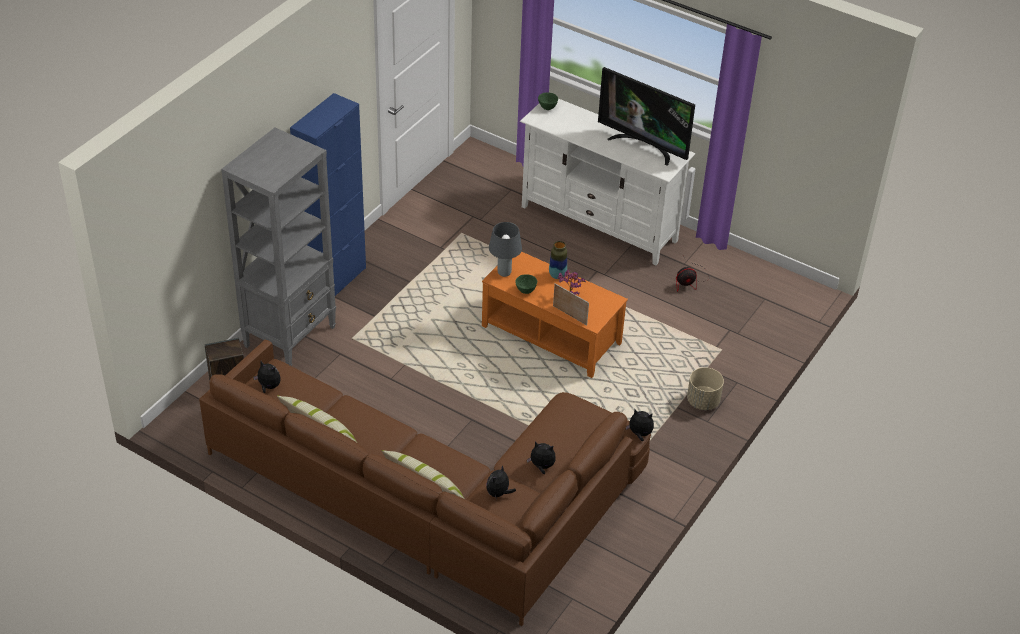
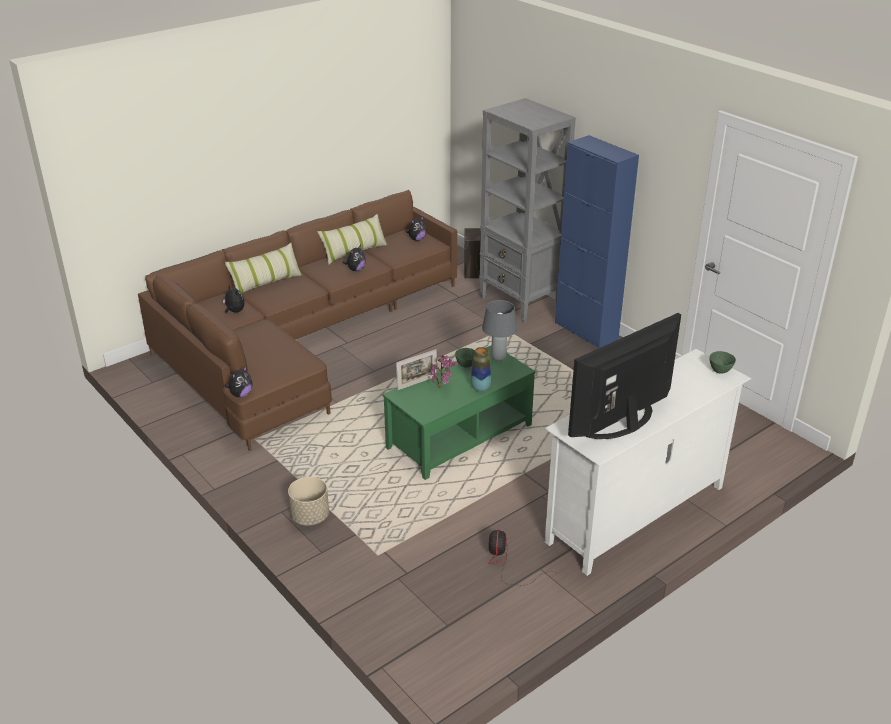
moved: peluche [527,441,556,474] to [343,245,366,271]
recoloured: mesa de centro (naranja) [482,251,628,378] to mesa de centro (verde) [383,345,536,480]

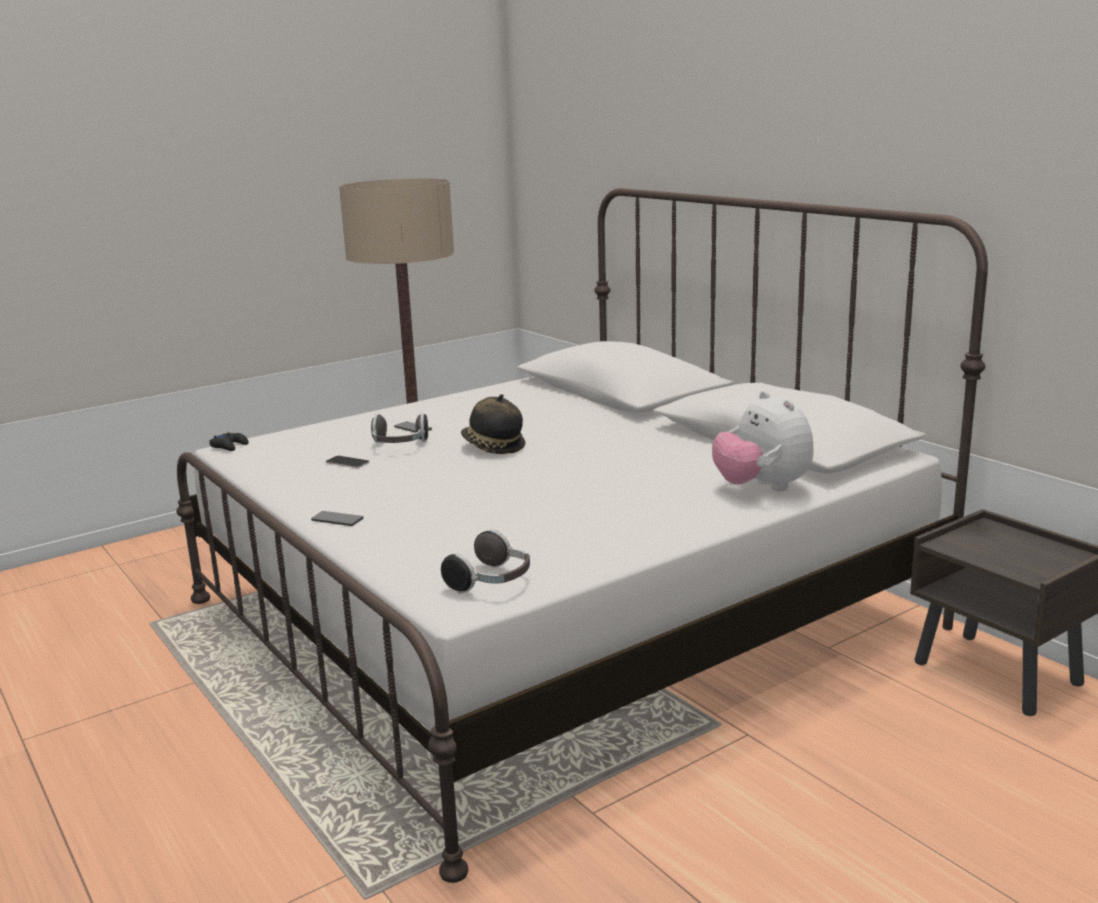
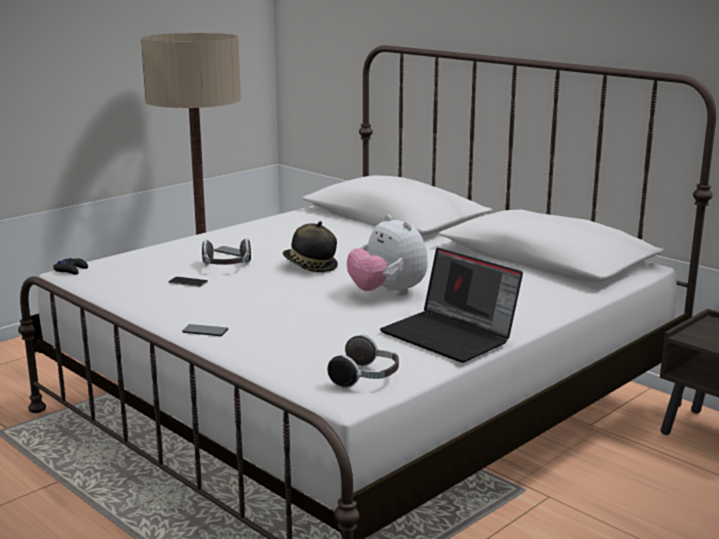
added: portátil [380,247,523,363]
moved: peluche [712,391,814,491] to [347,215,428,296]

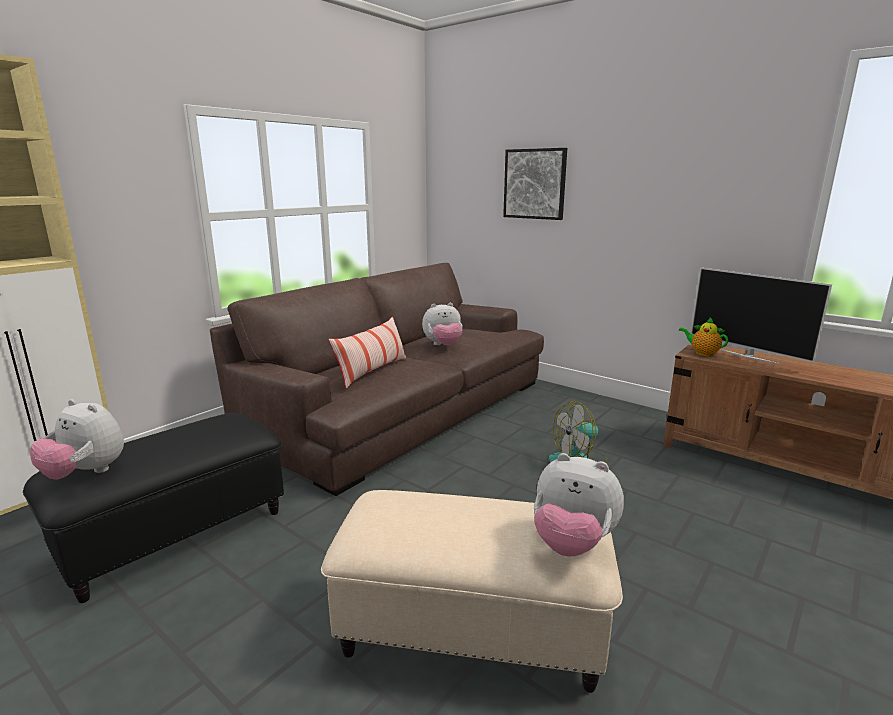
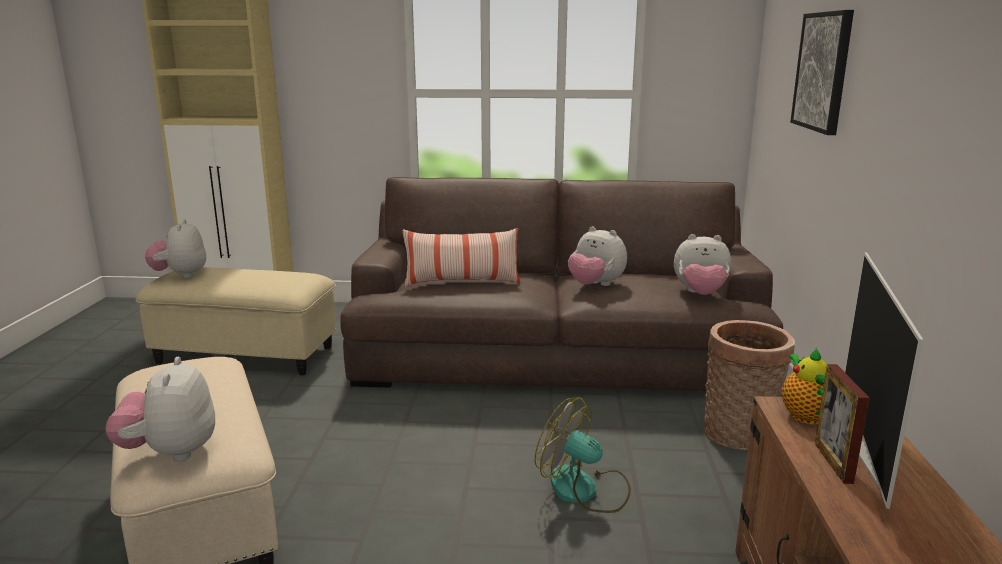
added: peluche [674,234,731,295]; cesta [704,320,795,450]; portarretratos [815,364,869,484]
recoloured: puf (negro) [23,413,284,603] to puf (beis) [136,267,336,376]

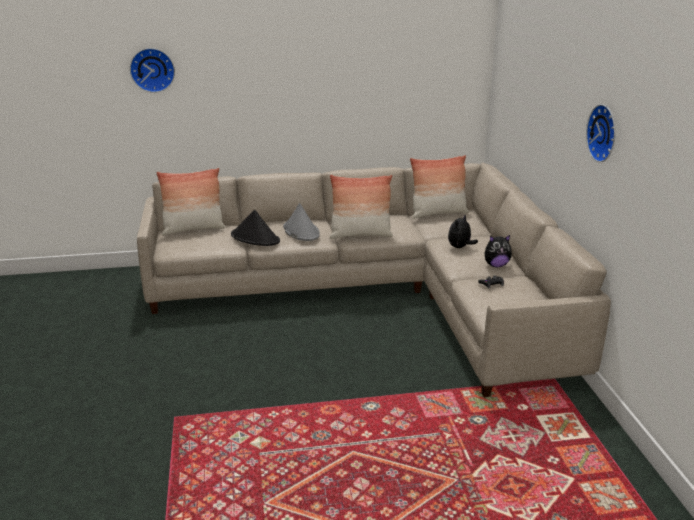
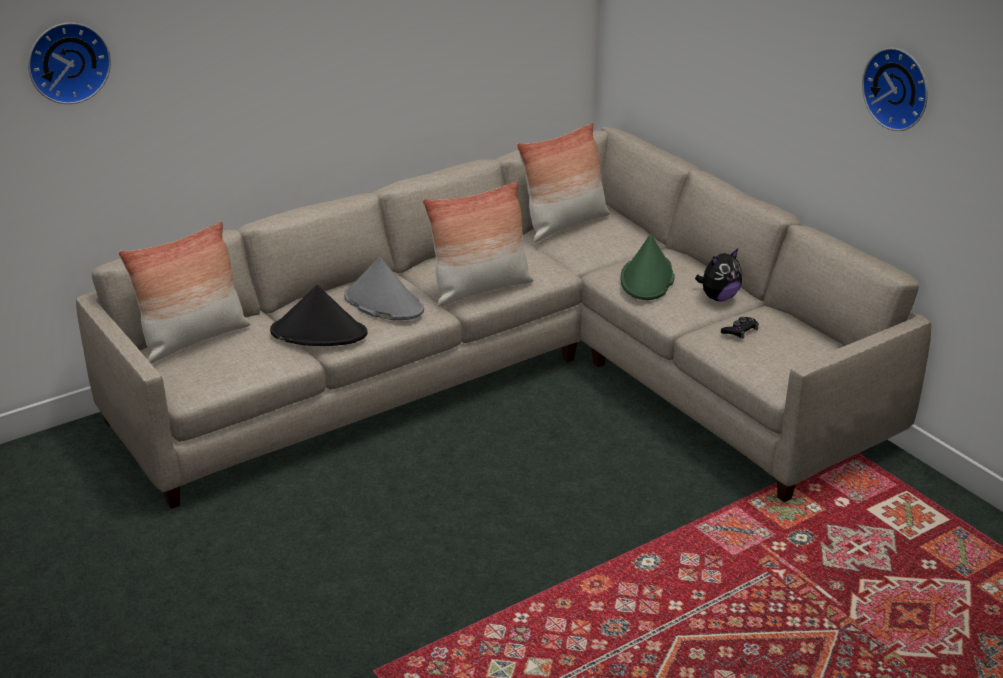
replaced: peluche [448,215,478,248] to sombrero (verde) [621,234,675,300]

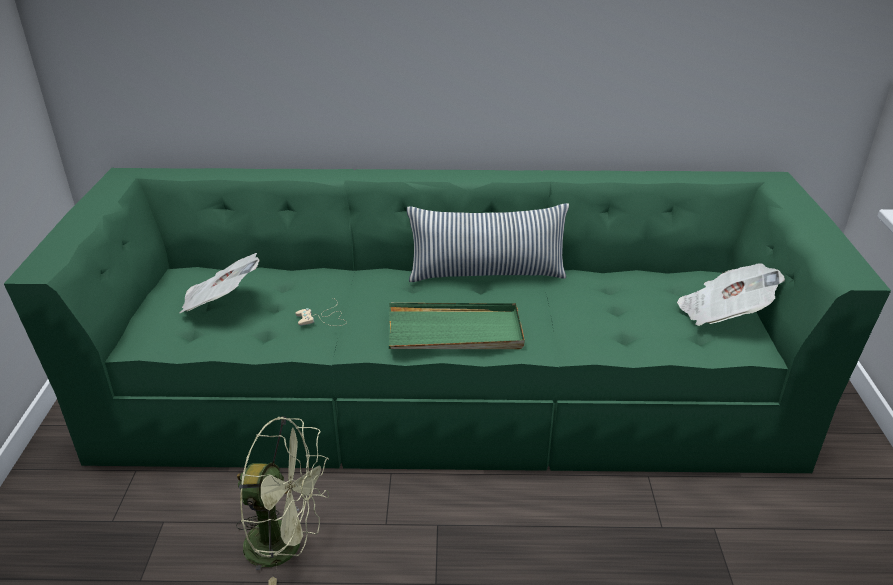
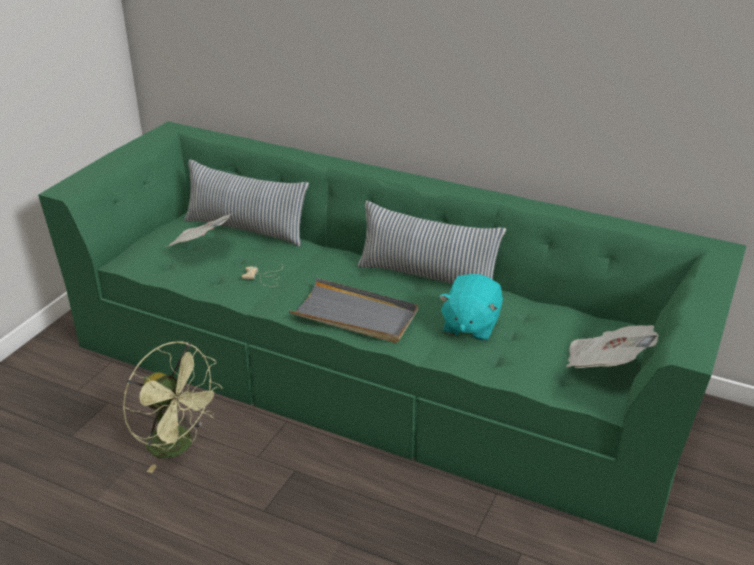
added: cojín [184,159,309,247]; peluche (turquesa) [439,274,503,341]
recoloured: bandeja (verde) [389,303,525,349] to bandeja (gris) [289,278,418,343]

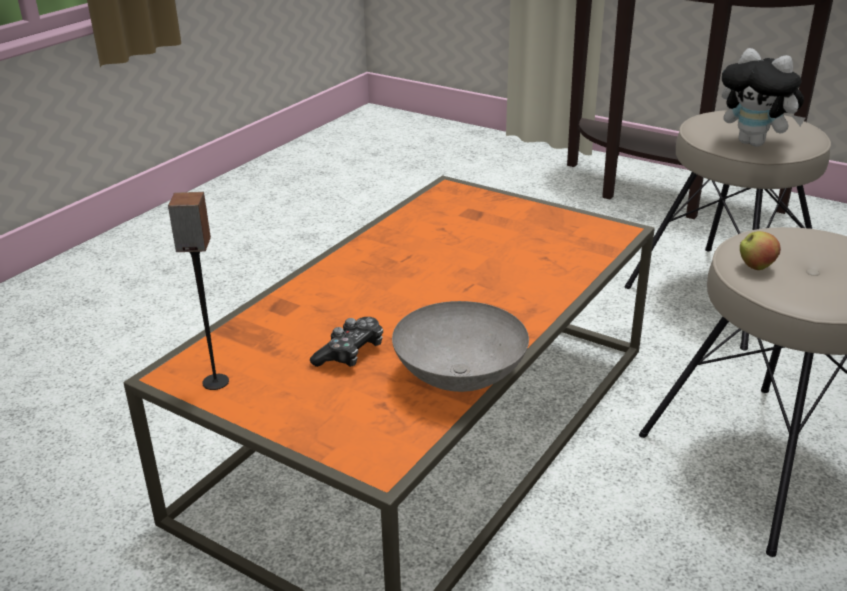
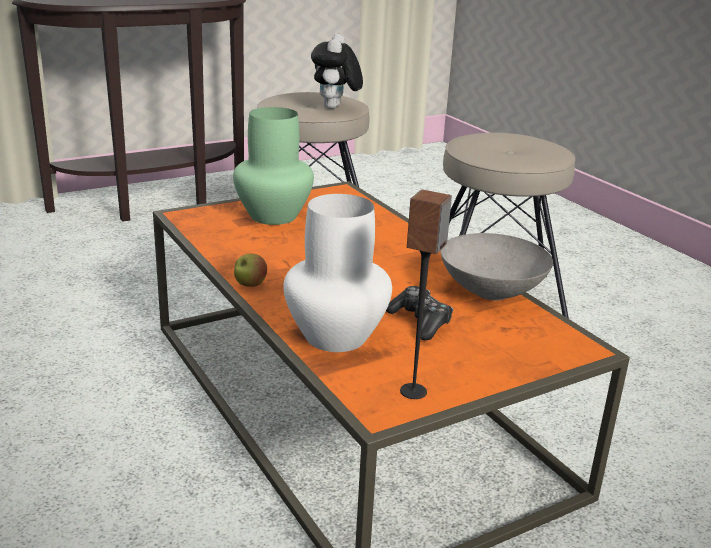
added: florero (verde) [233,107,314,225]; florero (blanco) [283,194,392,352]
moved: manzana [740,231,781,270] to [234,253,267,287]
turned: peluche [722,48,805,147] = [311,34,363,109] 120 degrees clockwise

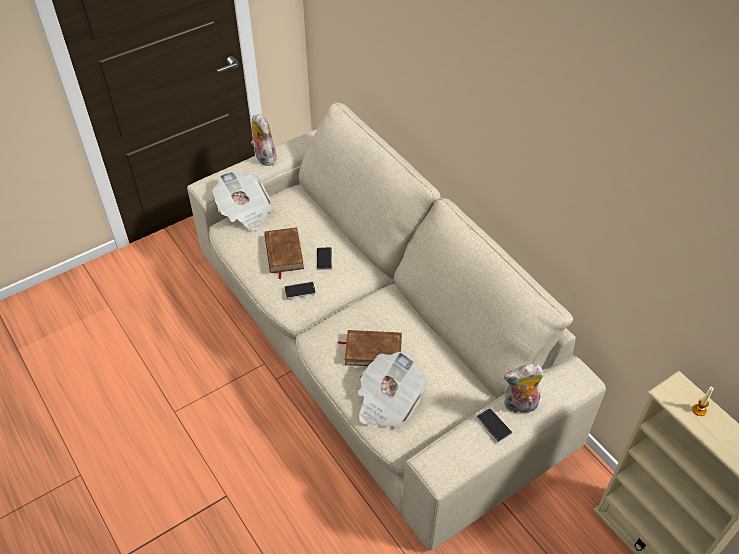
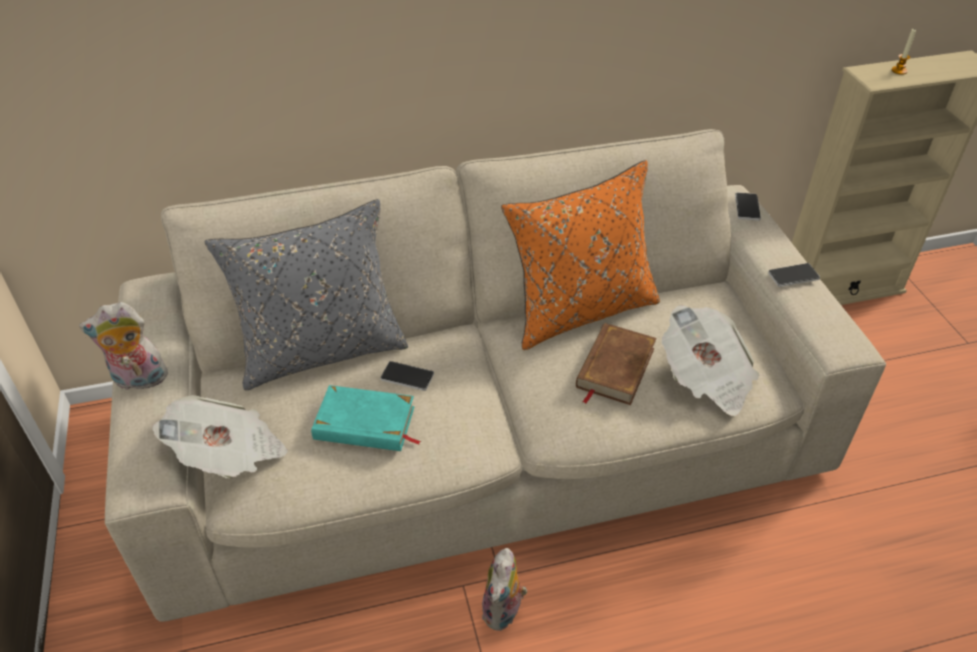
added: cojín (naranja) [501,160,660,350]; cojín (gris) [205,199,408,391]
moved: móvil [284,282,316,299] to [735,192,761,221]; peluche [504,364,544,413] to [482,548,527,631]
recoloured: libro (marrón) [265,227,304,279] to libro (turquesa) [311,385,421,451]

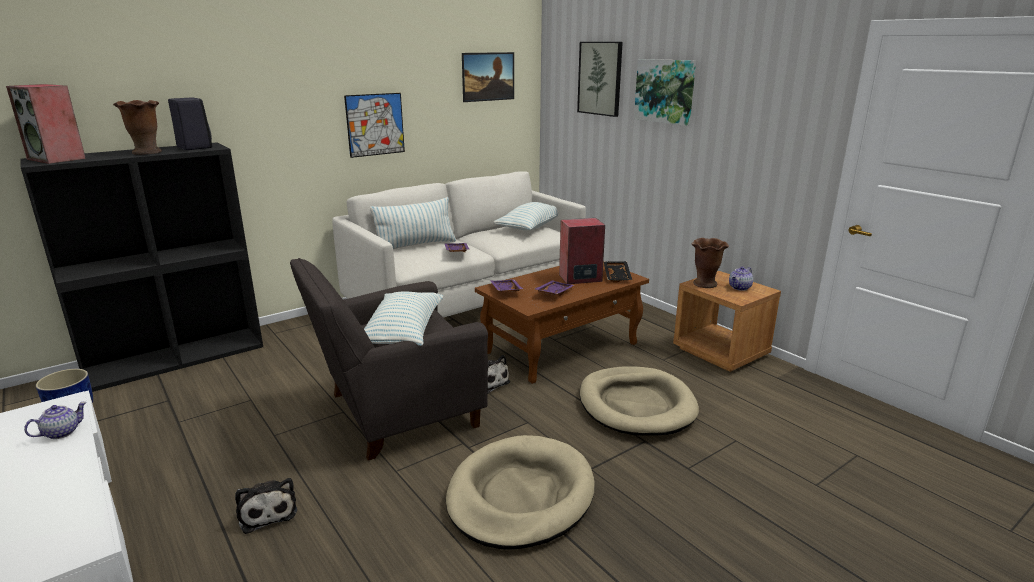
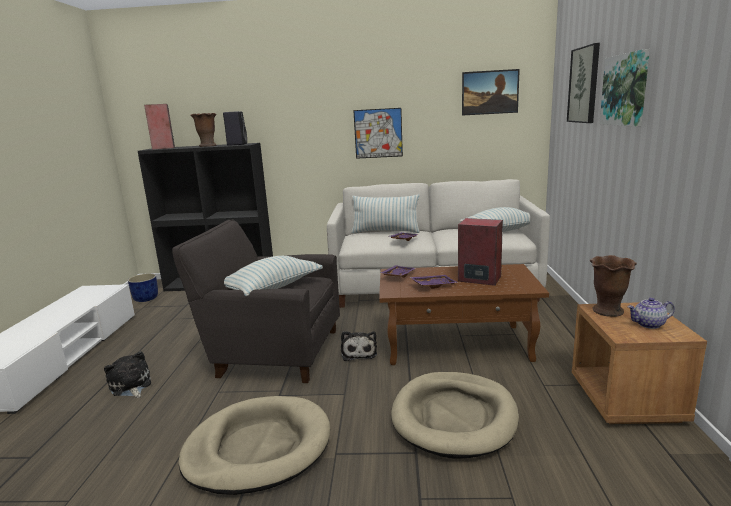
removed: bandeja (negro) [604,261,632,282]; tetera [24,402,87,439]
turned: peluche [235,478,297,534] = [104,351,151,398] 135 degrees clockwise

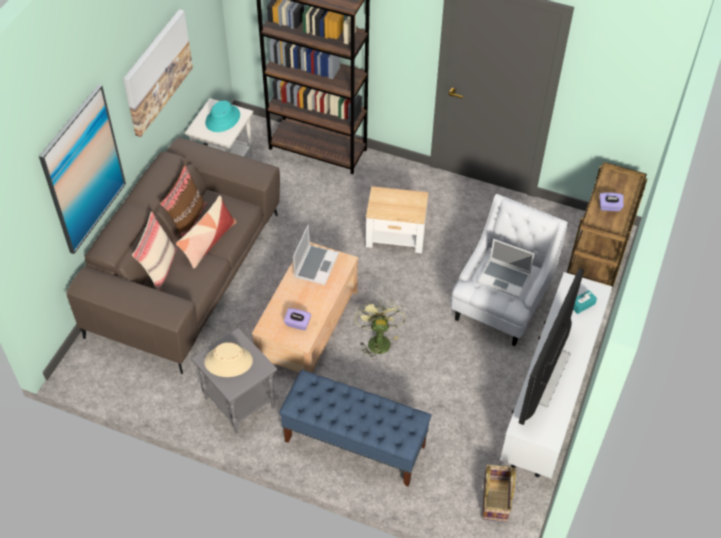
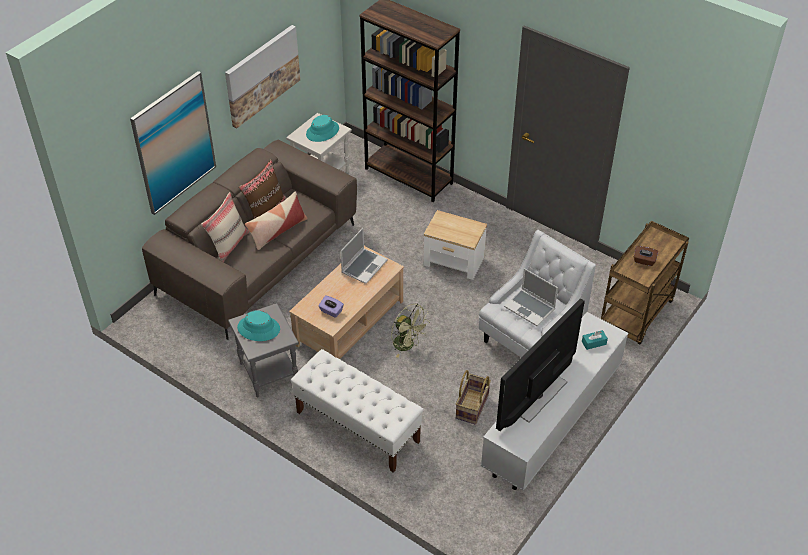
moved: cesta [482,464,516,522] to [456,370,491,425]
recoloured: caja de pañuelos (morado) [600,192,624,211] to caja de pañuelos (marrón) [634,246,658,266]; sombrero (beis) [204,342,253,377] to sombrero (turquesa) [237,310,280,341]; banco (azul) [279,370,432,487] to banco (blanco) [291,349,424,473]
turned: ventilador (verde) [354,299,405,360] = [391,304,429,358] 120 degrees clockwise

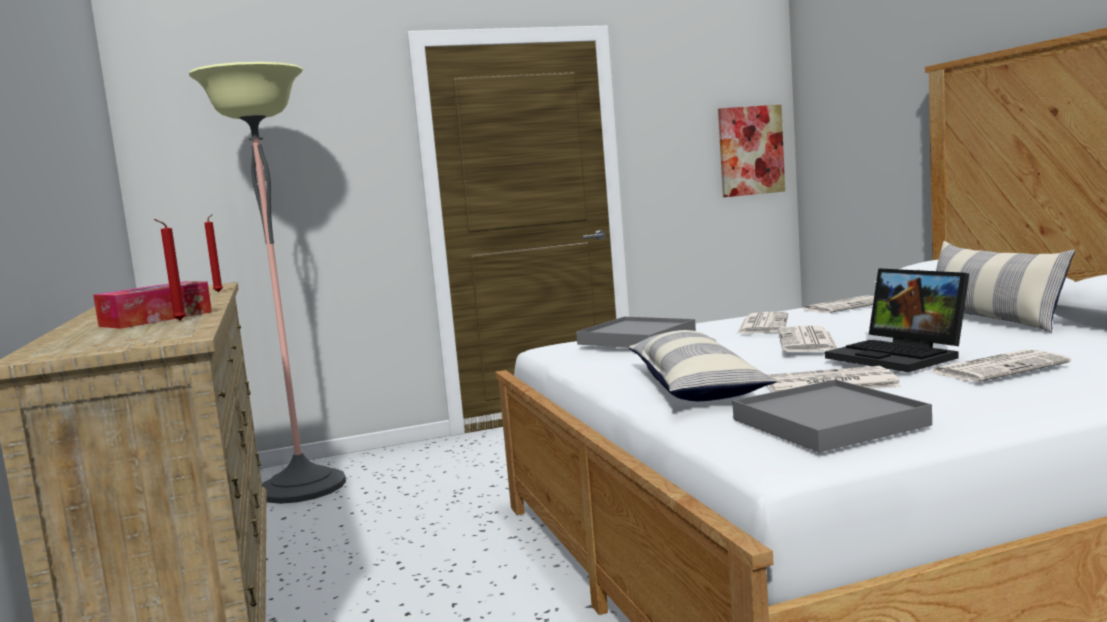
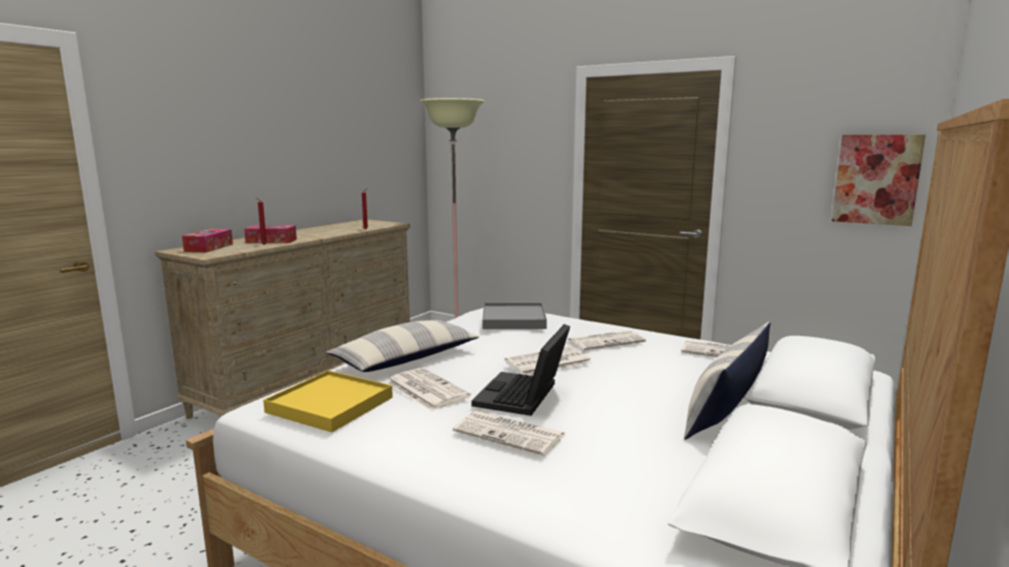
added: caja de pañuelos [182,229,233,252]
recoloured: bandeja (gris) [732,379,932,453] to bandeja (amarillo) [263,370,393,432]

